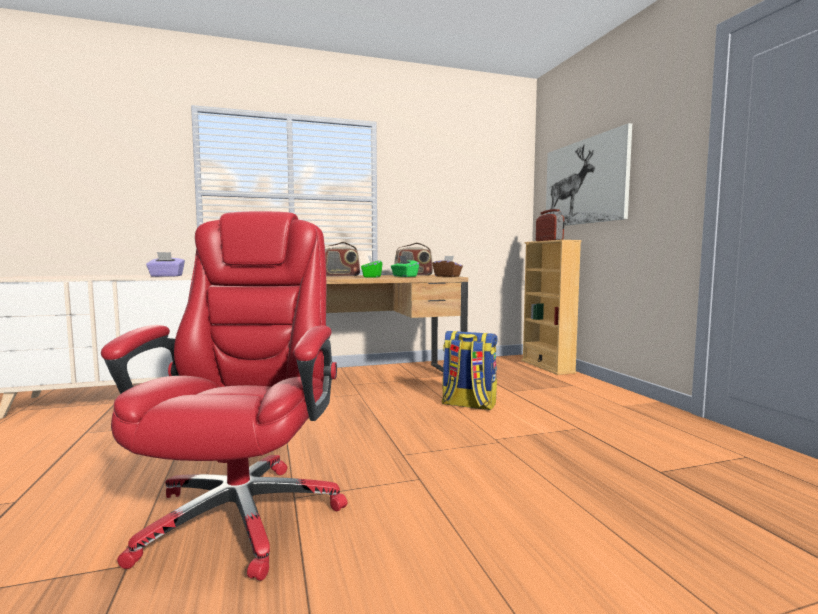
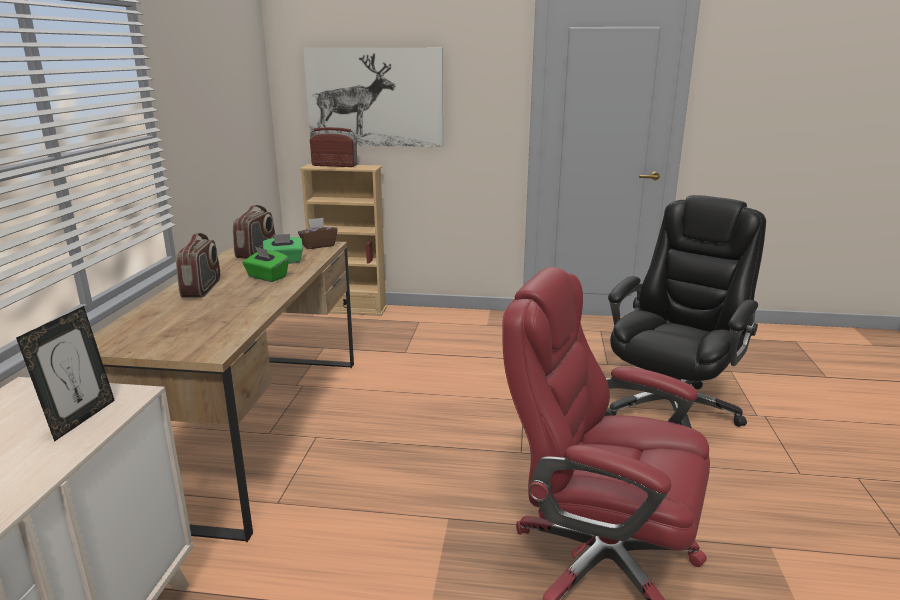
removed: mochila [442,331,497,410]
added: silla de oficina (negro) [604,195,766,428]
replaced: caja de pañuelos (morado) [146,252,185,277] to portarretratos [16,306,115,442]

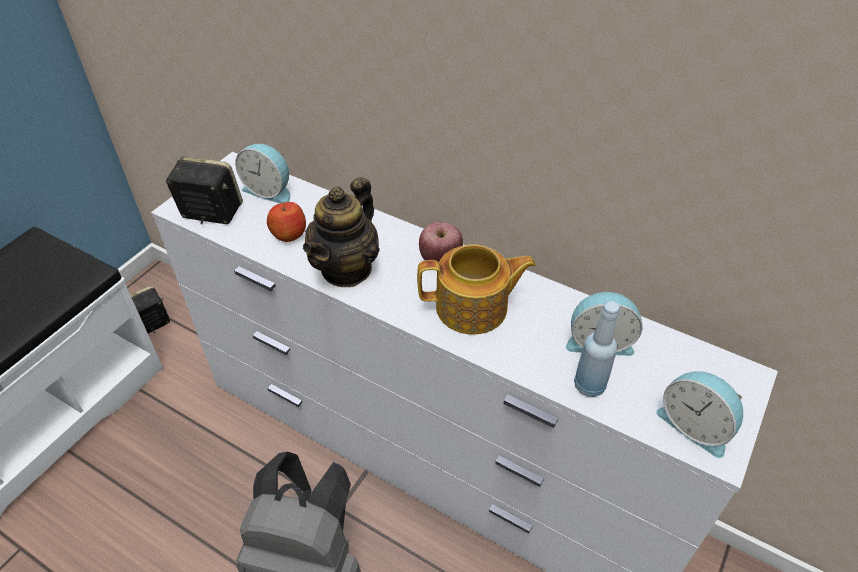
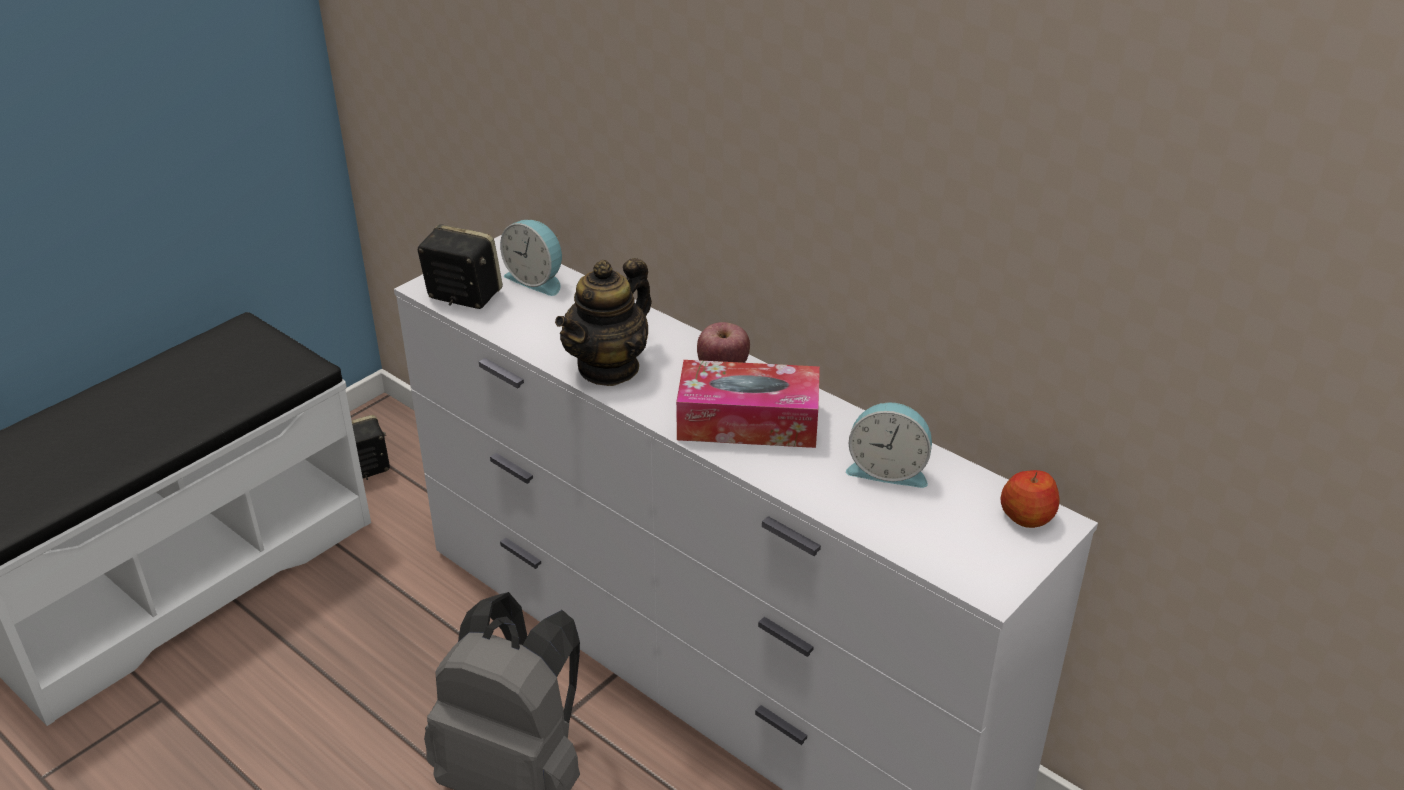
removed: botella (azul) [574,301,620,397]; despertador [656,371,743,458]
moved: manzana [267,202,306,242] to [1001,470,1060,528]
replaced: tetera [417,244,536,334] to caja de pañuelos [676,360,820,448]

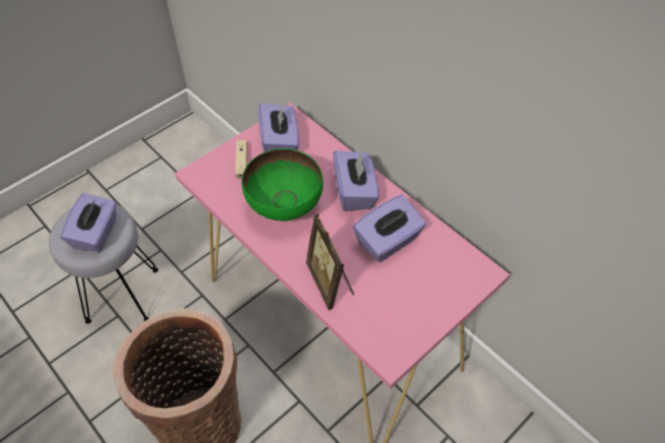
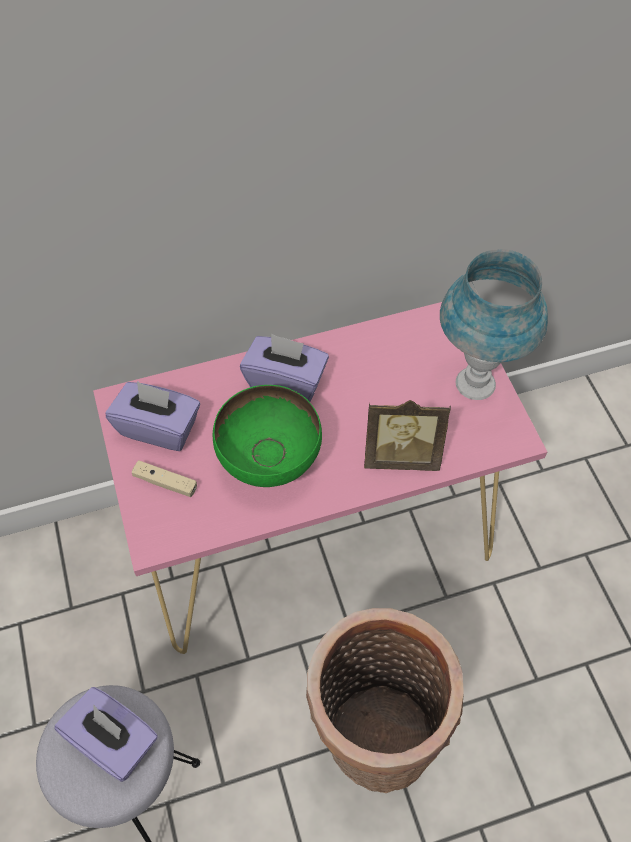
removed: caja de pañuelos (morado) [353,195,426,262]
added: lámpara de mesa (azul) [440,249,548,400]

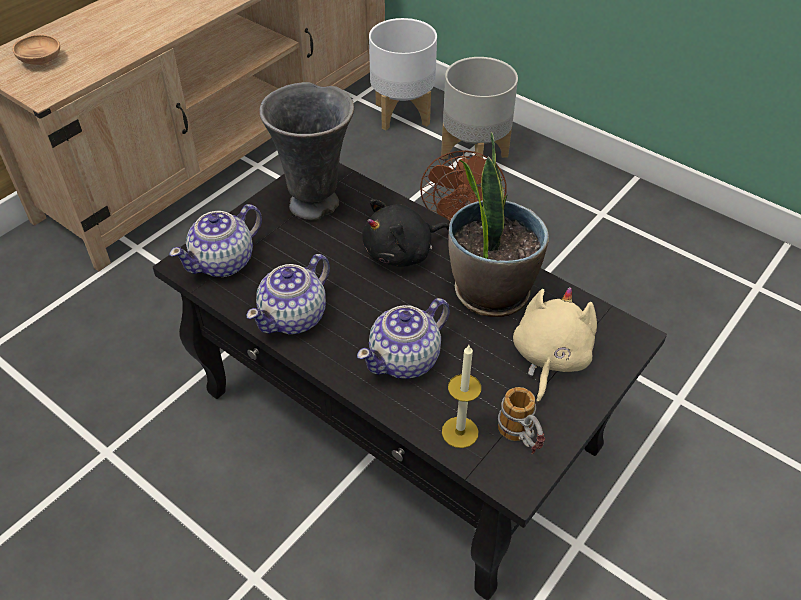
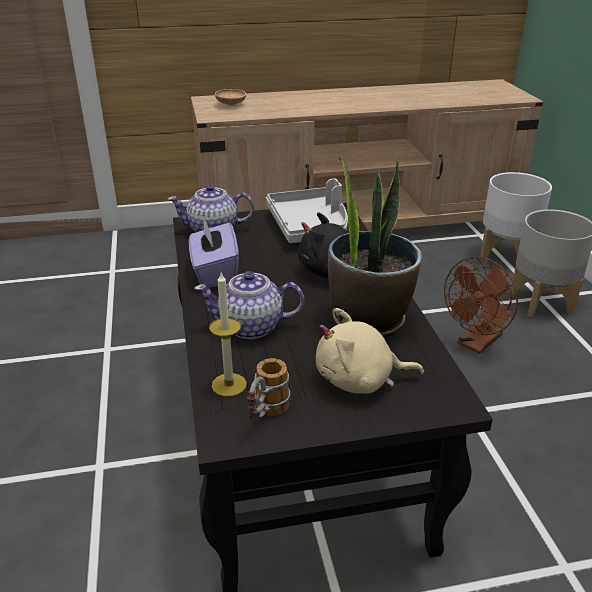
replaced: florero (gris) [259,82,354,220] to bandeja (gris) [266,179,348,243]; tetera [246,254,330,334] to caja de pañuelos (morado) [189,219,239,287]
turned: peluche (beis) [513,287,597,403] = [316,308,424,394] 150 degrees counterclockwise

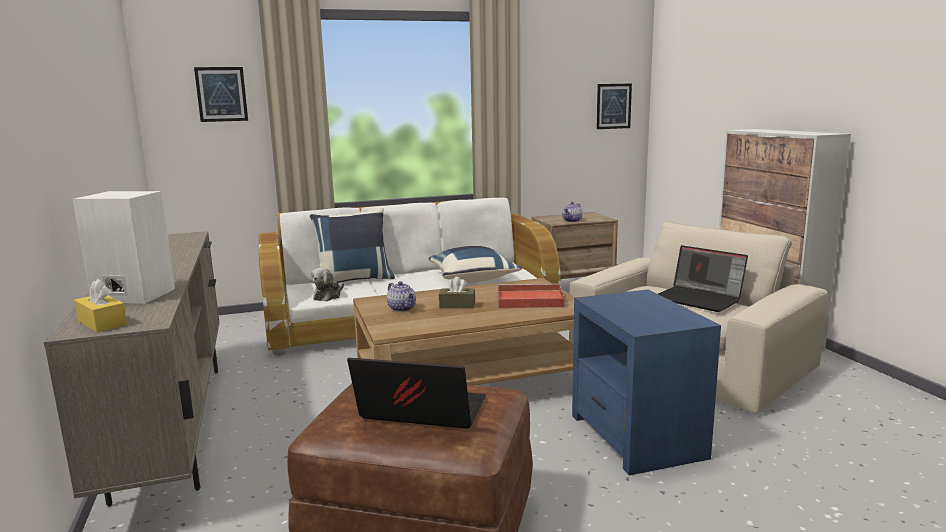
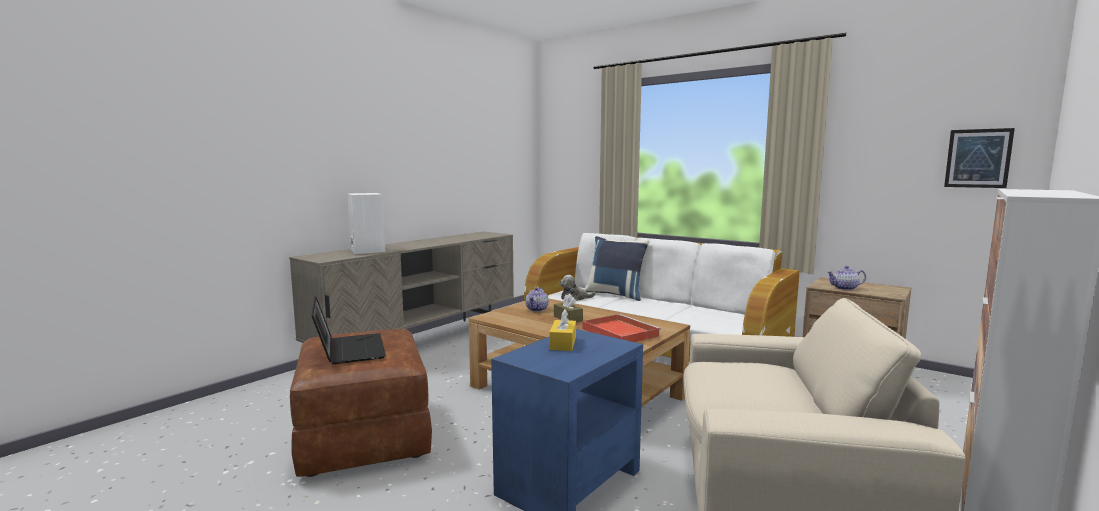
removed: cuadro [194,67,248,122]; portátil [658,245,748,312]; cojín (azul) [429,246,522,283]
moved: caja de pañuelos (amarillo) [74,279,127,332] to [549,309,576,351]

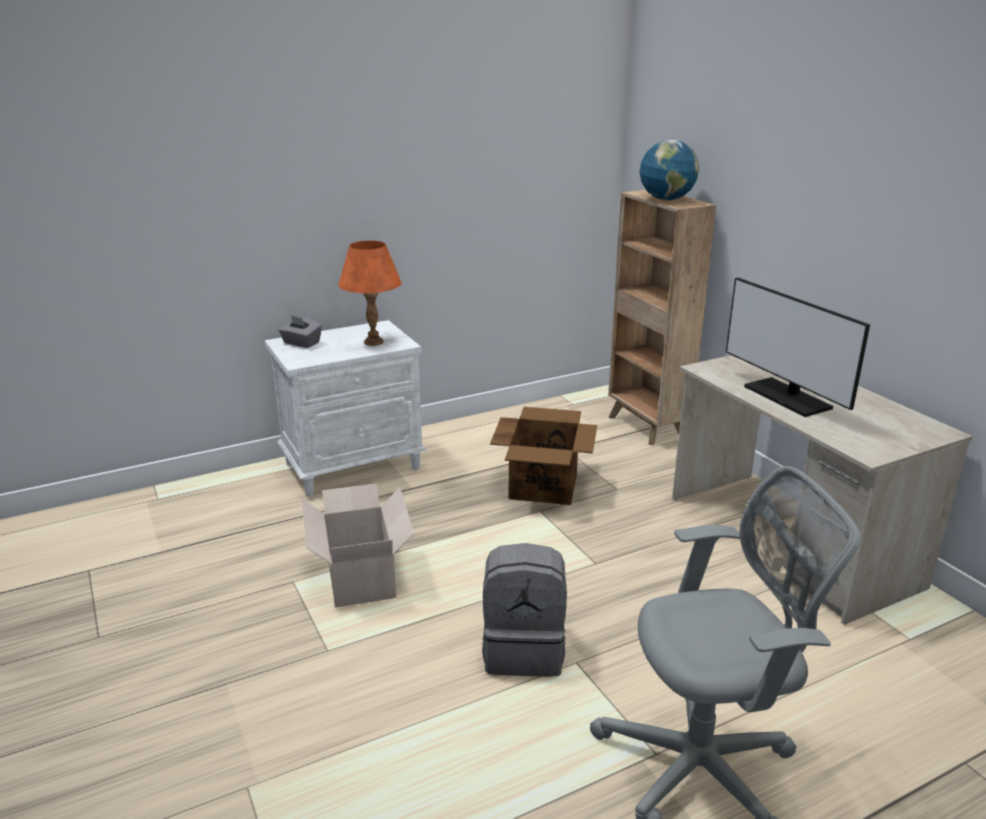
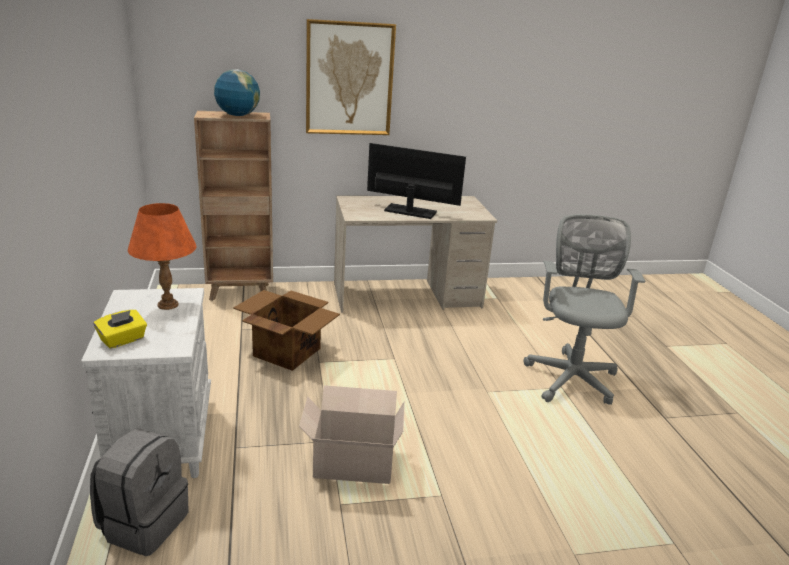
added: cuadro [306,19,396,135]
moved: mochila (gris) [482,543,567,677] to [90,429,189,556]
recoloured: caja de pañuelos (gris) [279,315,322,348] to caja de pañuelos (amarillo) [94,310,147,349]
turned: monitor [726,277,870,417] = [367,143,466,219] 150 degrees counterclockwise

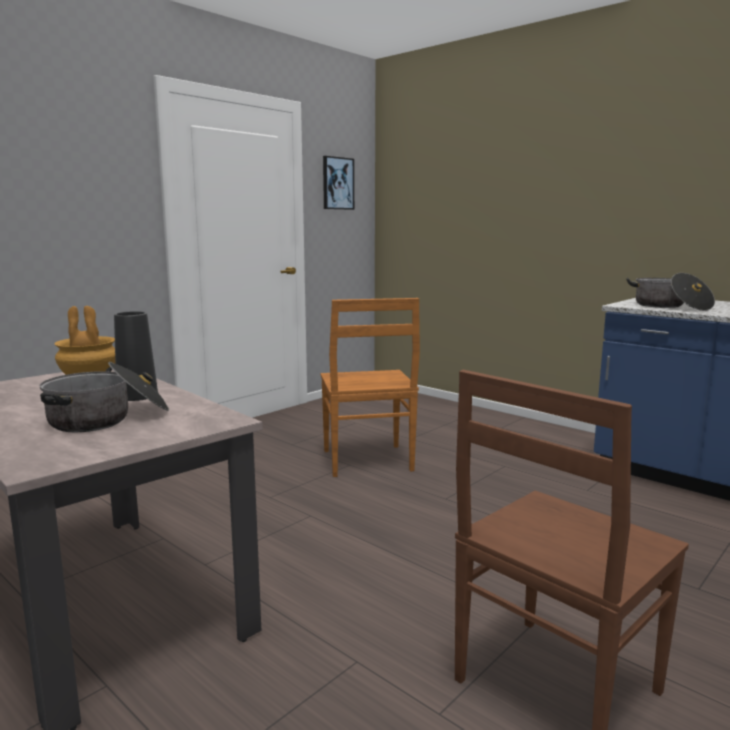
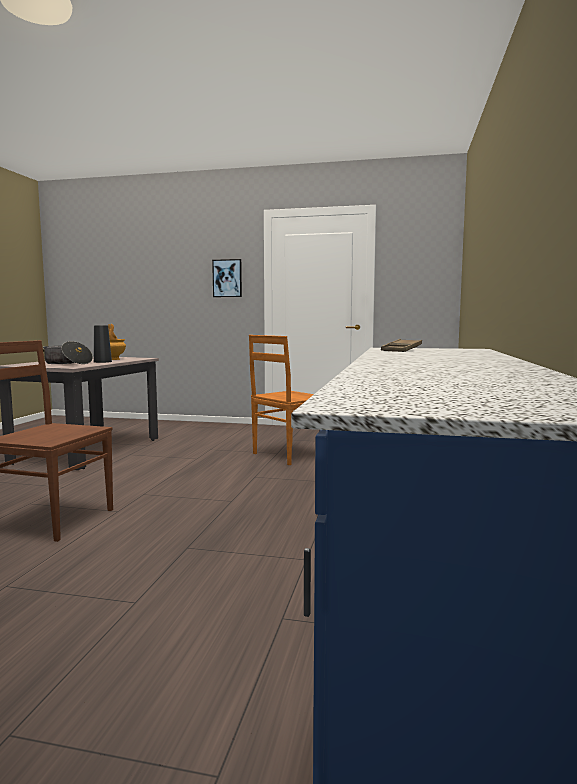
moved: cuadro [323,156,354,210] to [212,259,242,297]
replaced: olla [626,273,715,311] to bandeja (marrón) [381,339,422,352]

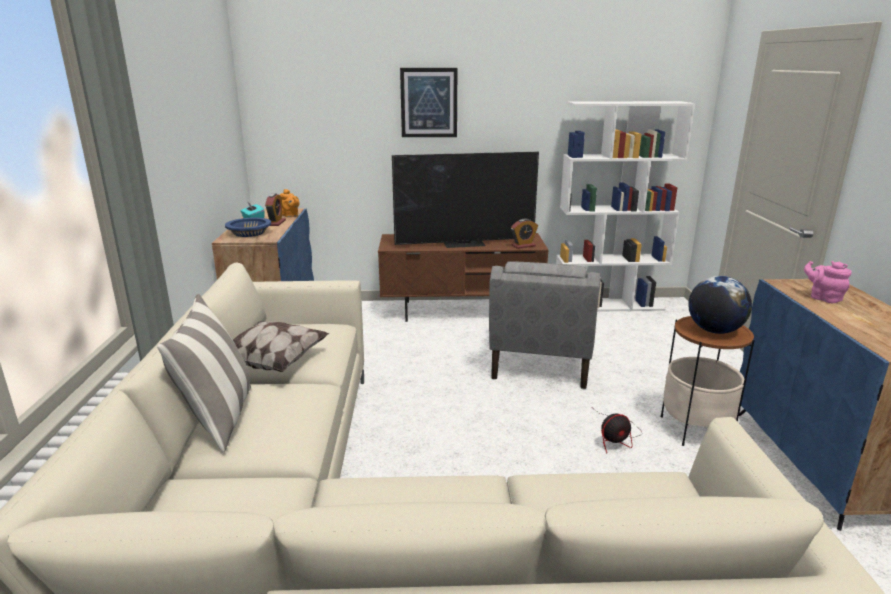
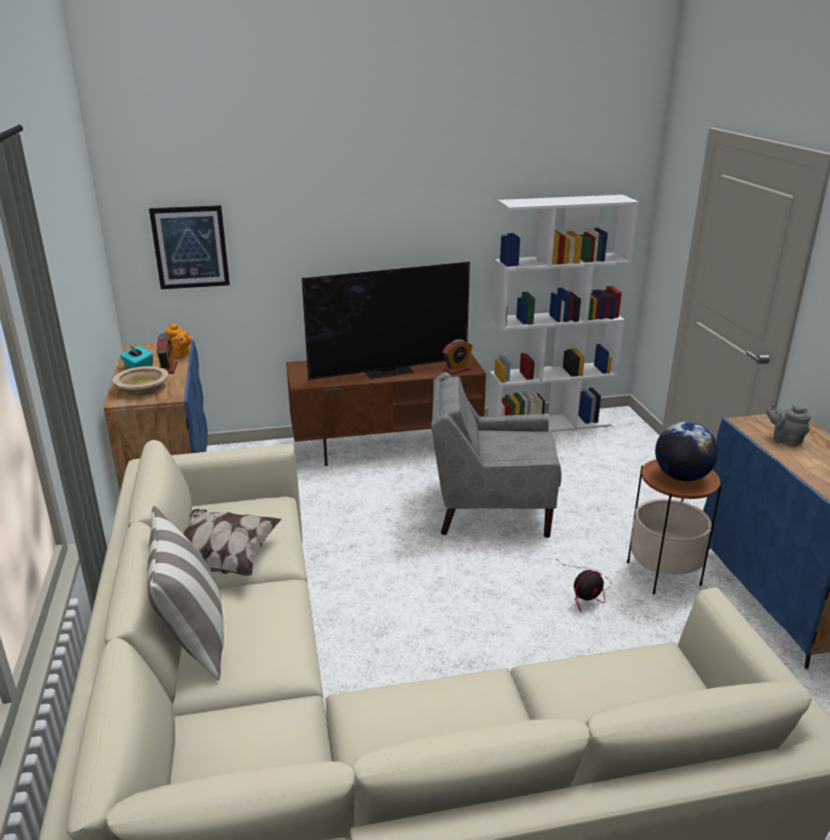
moved: cuadro [400,68,457,137] to [149,205,230,289]
recoloured: cuenco (azul) [225,218,271,237] to cuenco (beis) [113,366,169,395]; tetera (rosa) [804,261,852,303] to tetera (gris) [766,403,811,447]
turned: sillón (gris) [489,261,601,389] = [431,372,562,538] 90 degrees clockwise

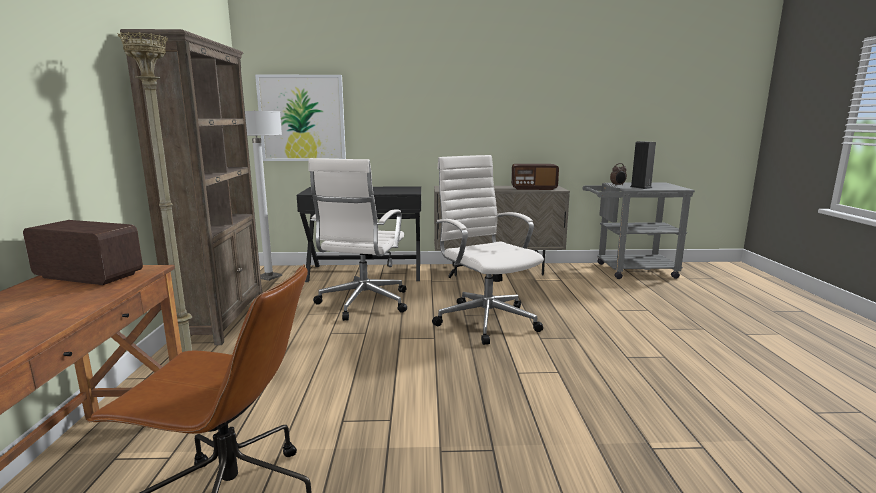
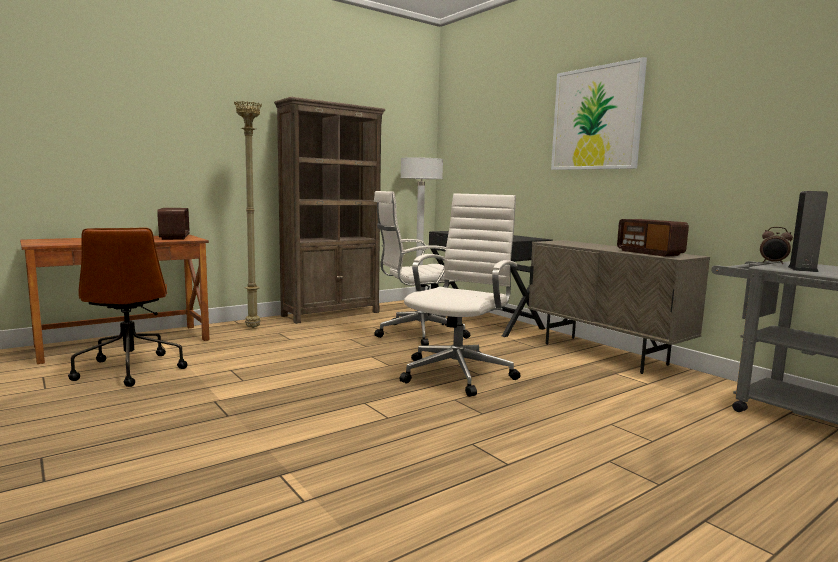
moved: cuadro [255,75,346,161] to [551,57,647,170]

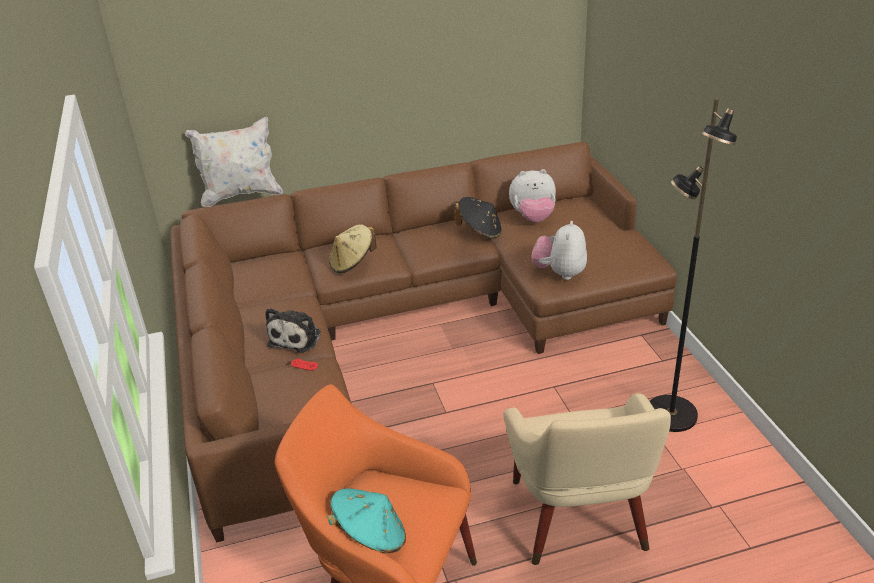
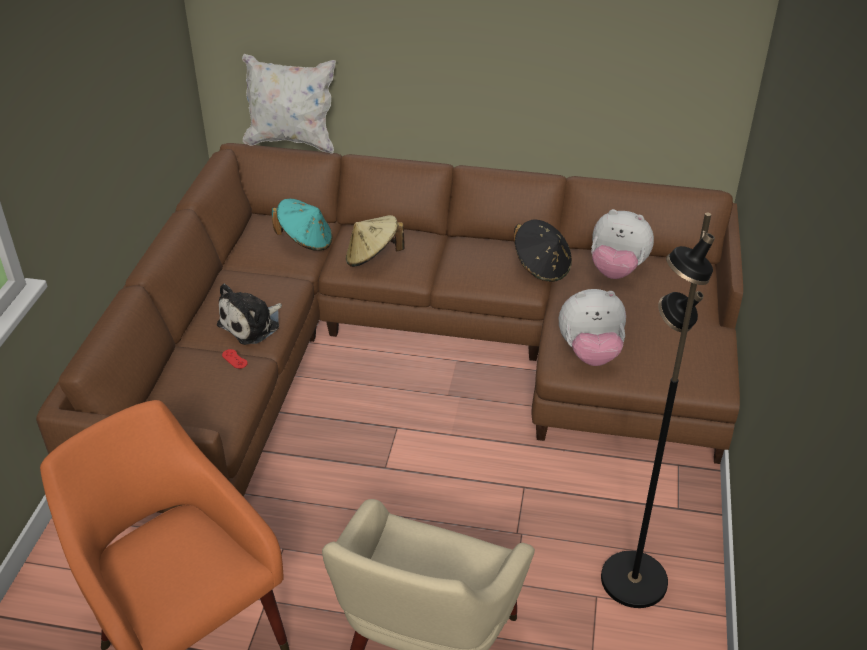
moved: sombrero (turquesa) [327,488,406,553] to [272,199,332,251]
turned: peluche [532,221,587,280] = [559,289,626,366] 135 degrees counterclockwise

